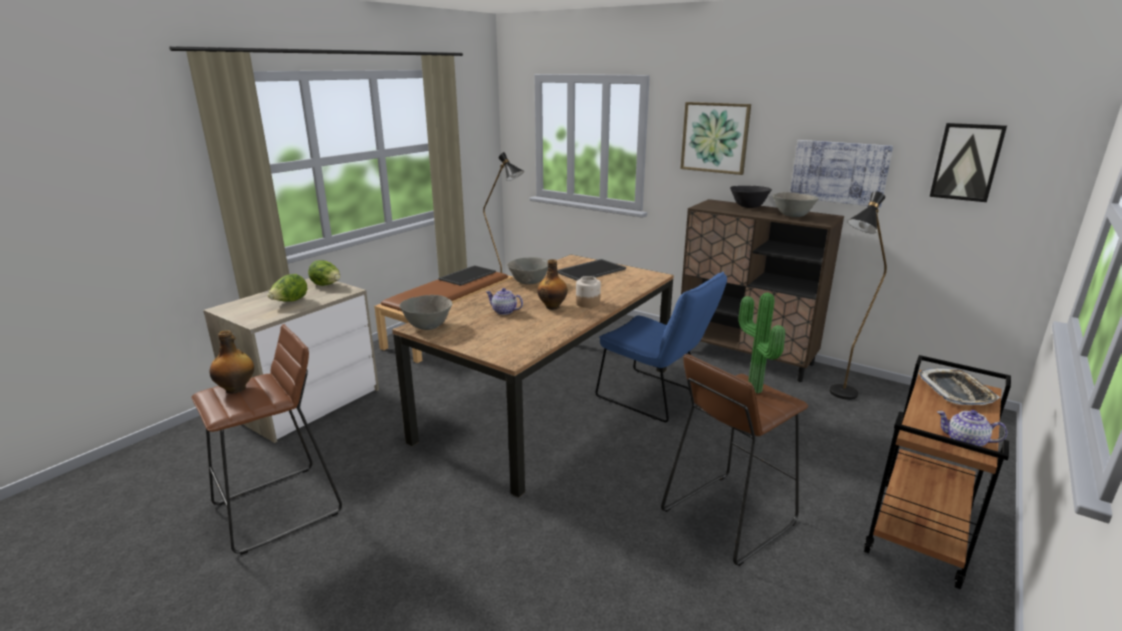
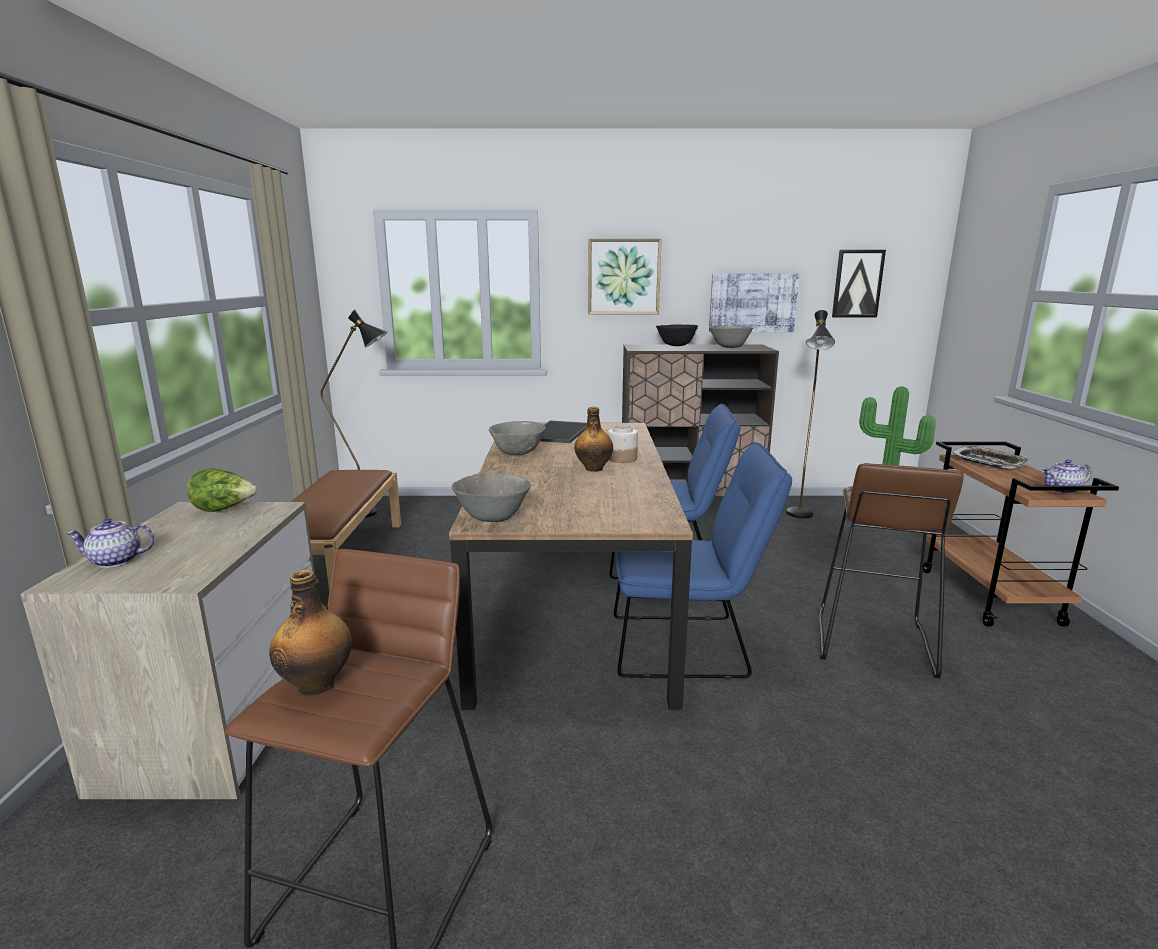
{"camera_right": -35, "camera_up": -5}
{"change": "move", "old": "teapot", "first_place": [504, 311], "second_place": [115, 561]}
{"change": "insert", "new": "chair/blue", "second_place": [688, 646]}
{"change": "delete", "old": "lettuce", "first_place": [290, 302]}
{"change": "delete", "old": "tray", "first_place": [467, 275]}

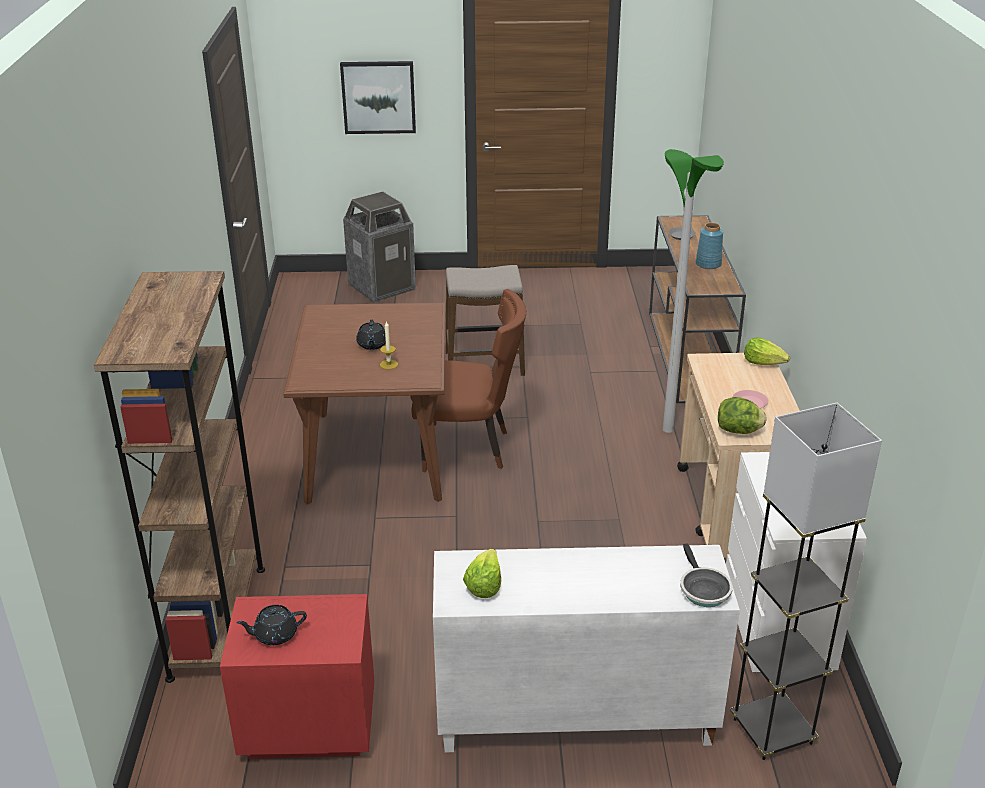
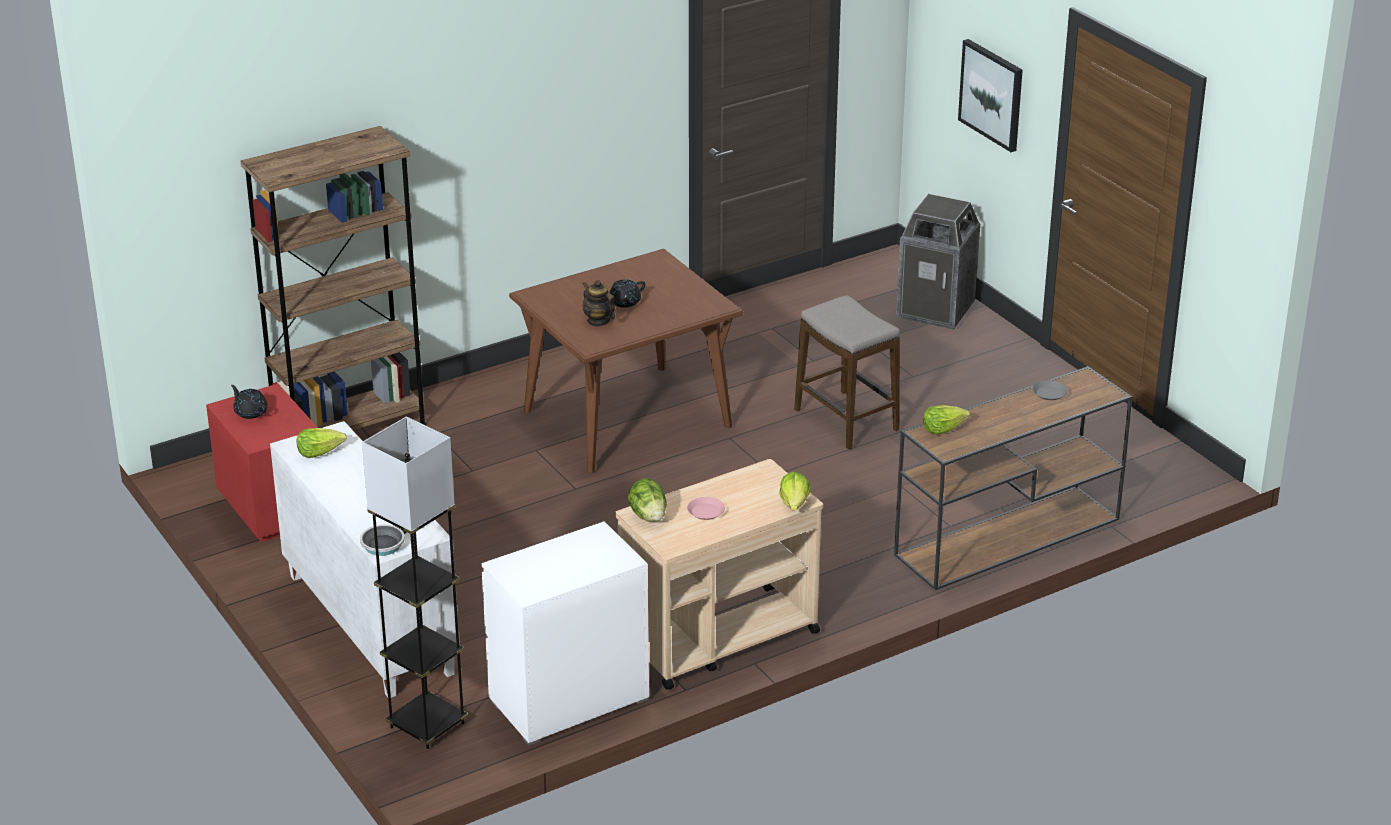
{"camera_right": 60, "camera_up": 0}
{"change": "replace", "old": "candle", "new": "teapot", "first_place": [389, 364], "second_place": [598, 321]}
{"change": "insert", "new": "lettuce", "second_place": [943, 429]}
{"change": "delete", "old": "chair/brown", "first_place": [469, 449]}
{"change": "delete", "old": "floor lamp", "first_place": [668, 429]}
{"change": "delete", "old": "vase/blue", "first_place": [708, 264]}

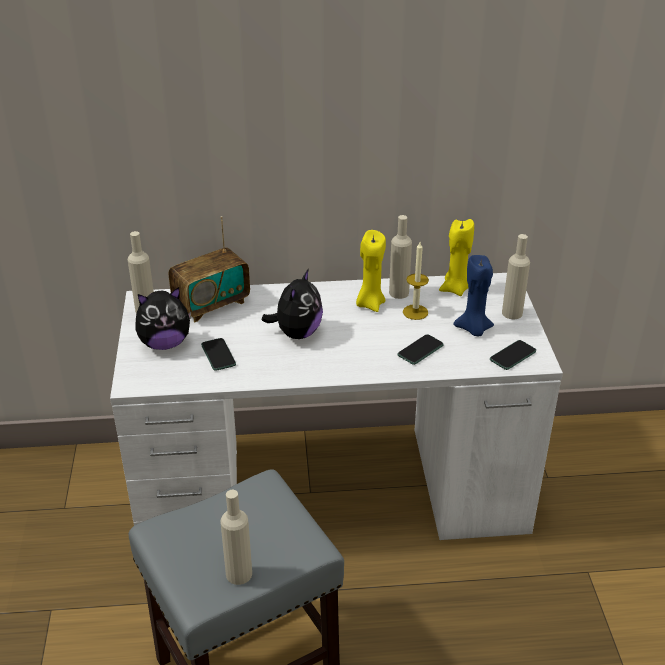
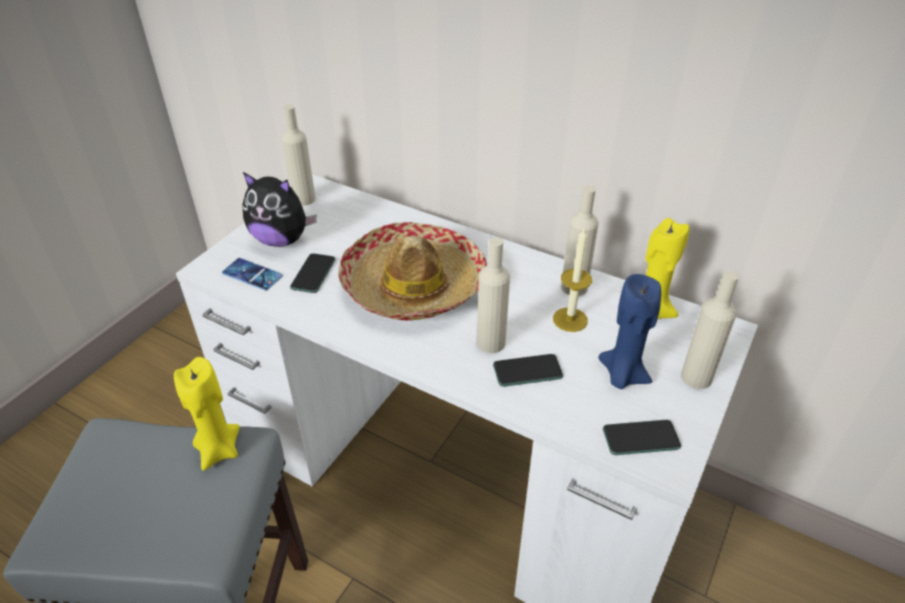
{"camera_right": 35, "camera_up": 5}
{"change": "move", "old": "candle/yellow", "first_place": [370, 304], "second_place": [219, 450]}
{"change": "insert", "new": "phone", "second_place": [252, 274]}
{"change": "replace", "old": "plush toy", "new": "hat", "first_place": [297, 333], "second_place": [414, 285]}
{"change": "move", "old": "bottle/beige", "first_place": [239, 574], "second_place": [491, 342]}
{"change": "delete", "old": "radio", "first_place": [211, 305]}

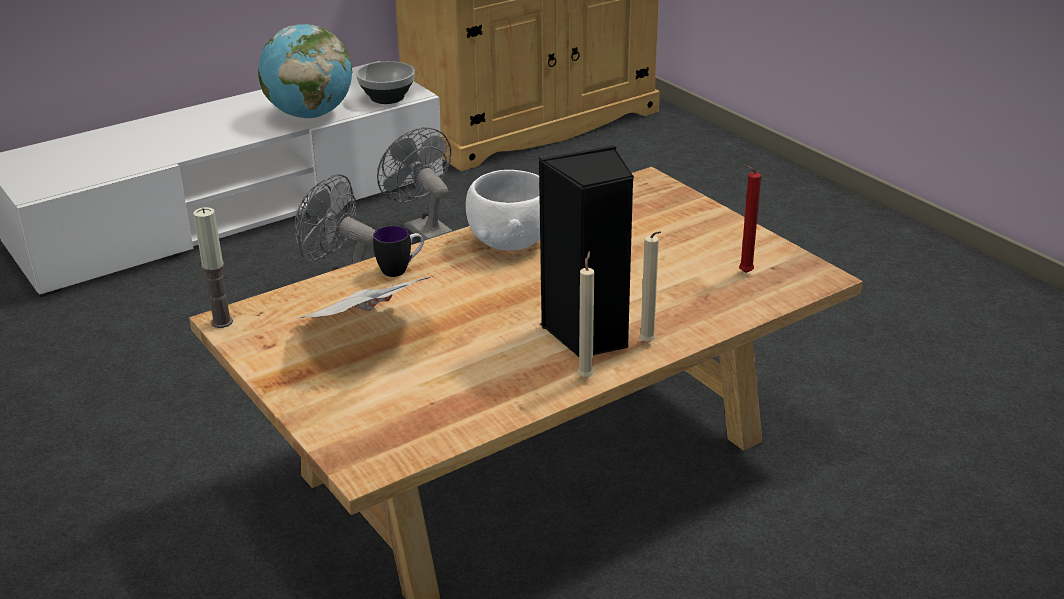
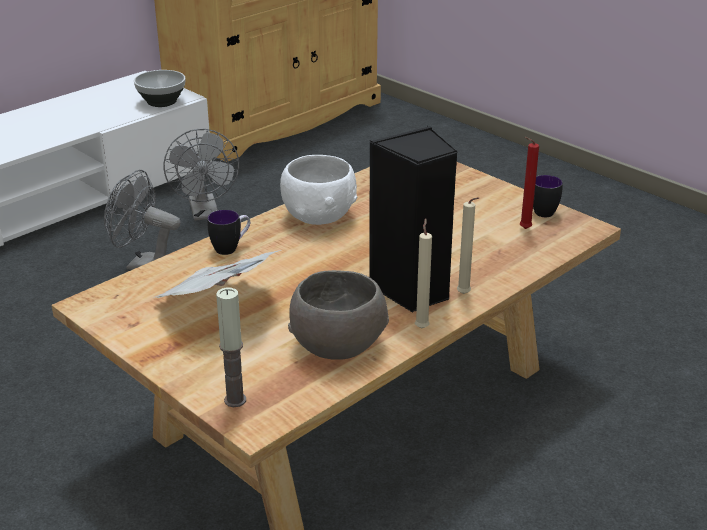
{"camera_right": -10, "camera_up": 0}
{"change": "rotate", "old": "fan/grey", "first_place": [423, 229], "second_place": [205, 213], "degrees": -150}
{"change": "move", "old": "candle", "first_place": [222, 322], "second_place": [235, 400]}
{"change": "insert", "new": "bowl/grey", "second_place": [338, 343]}
{"change": "insert", "new": "mug", "second_place": [541, 210]}
{"change": "delete", "old": "globe", "first_place": [310, 115]}

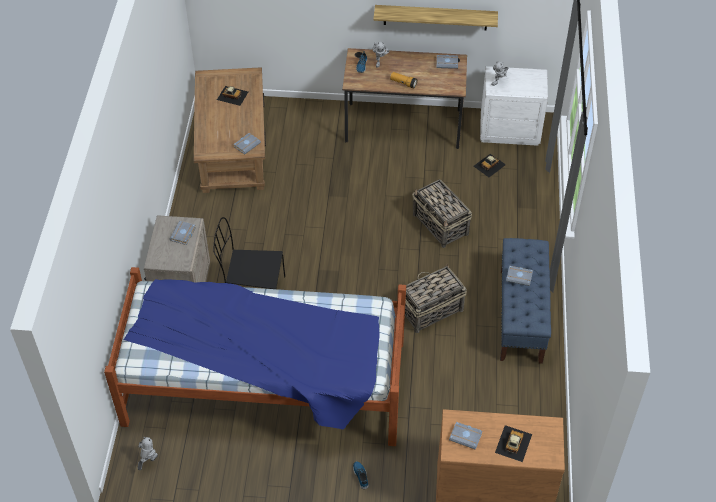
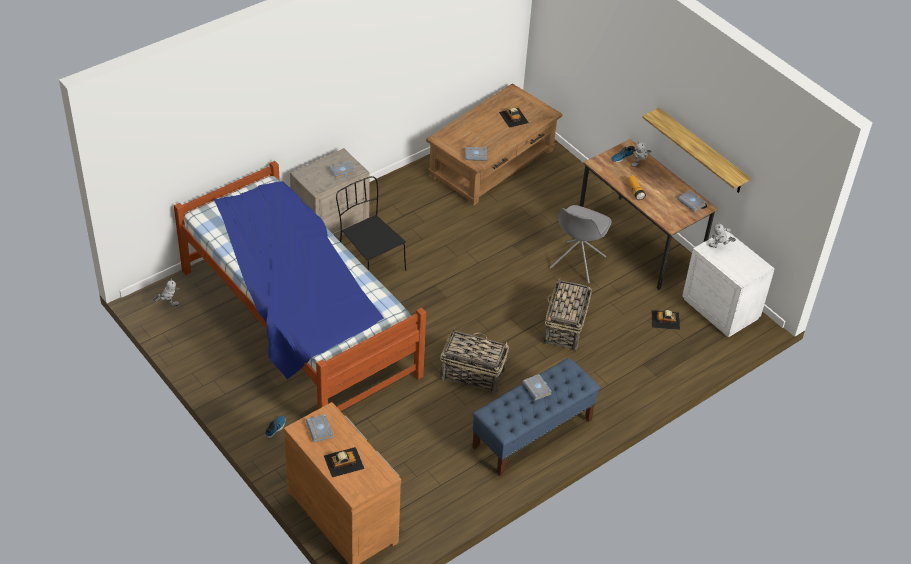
{"camera_right": 45, "camera_up": -5}
{"change": "insert", "new": "chair/grey", "second_place": [577, 263]}

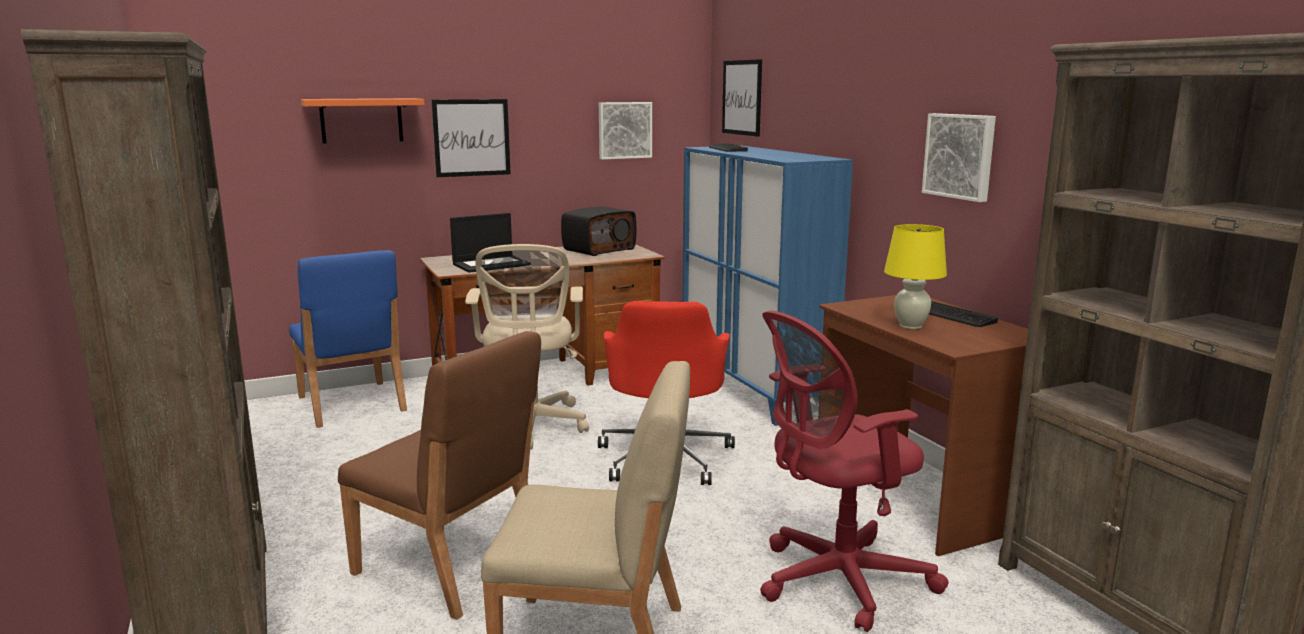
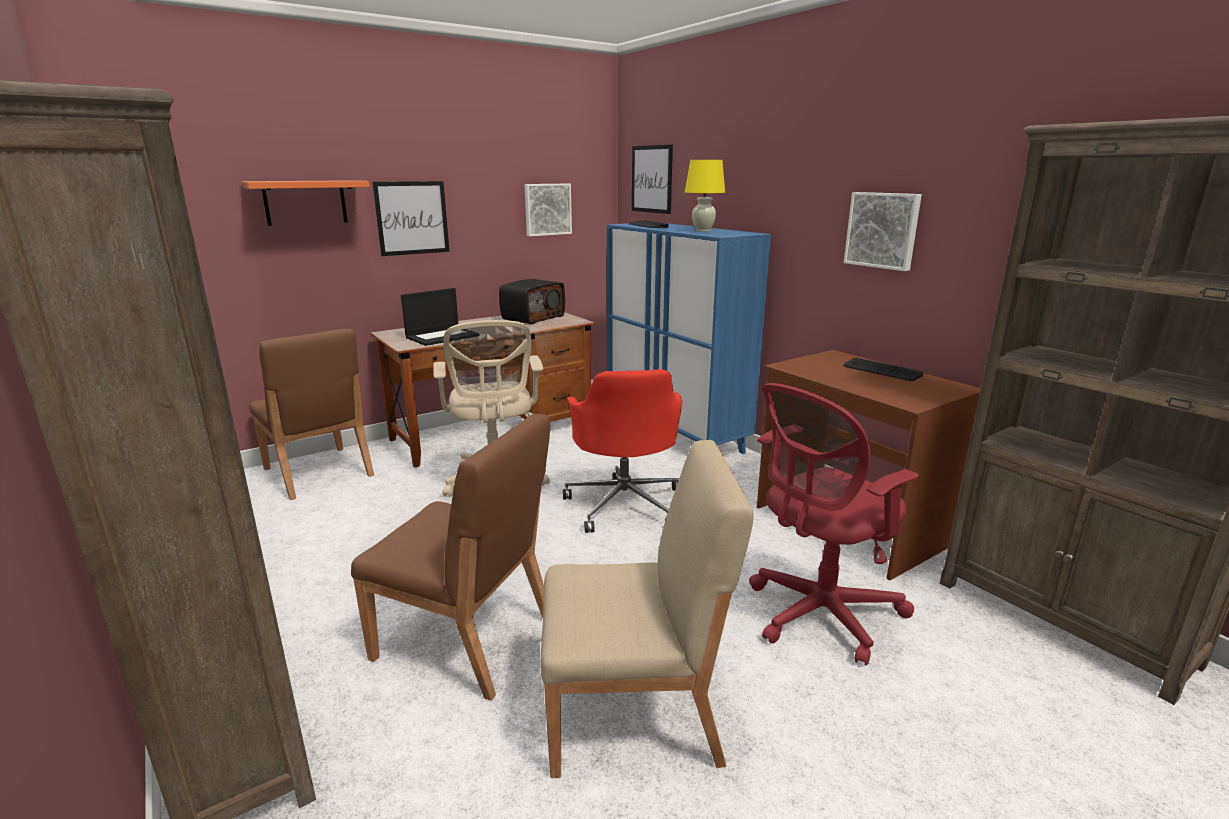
{"camera_right": -10, "camera_up": 5}
{"change": "recolor", "old": "chair/blue", "new": "chair/brown", "first_place": [351, 404], "second_place": [318, 473]}
{"change": "move", "old": "table lamp/yellow", "first_place": [910, 326], "second_place": [702, 230]}

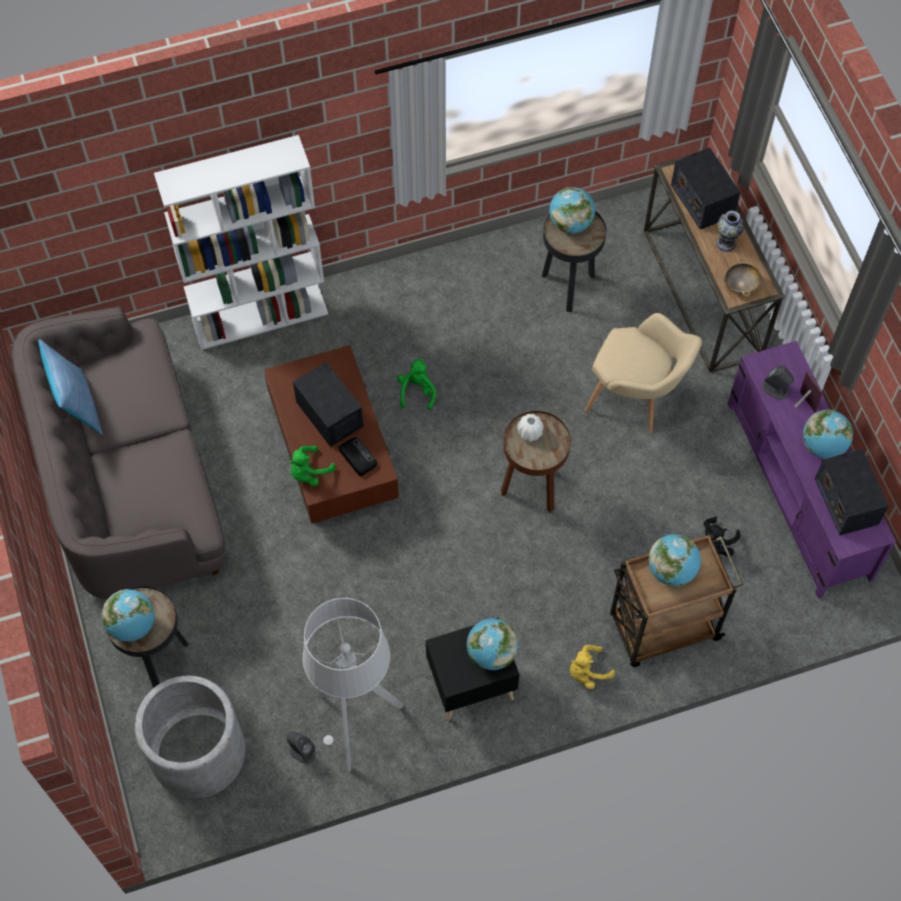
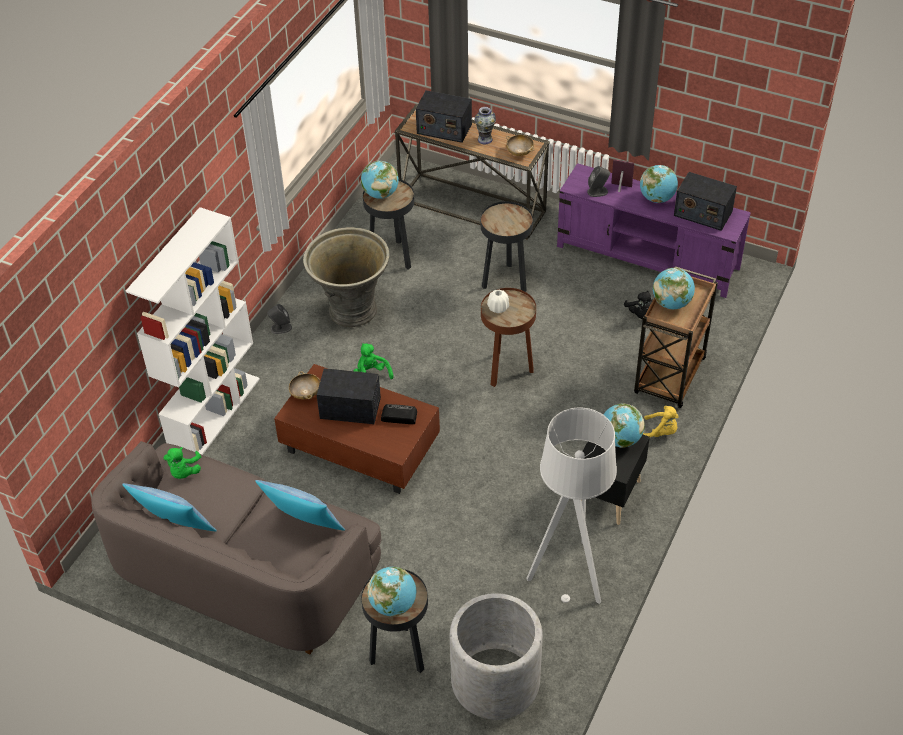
{"camera_right": -45, "camera_up": -15}
{"change": "move", "old": "plush toy/green", "first_place": [309, 473], "second_place": [184, 472]}
{"change": "insert", "new": "pillow", "second_place": [304, 528]}
{"change": "move", "old": "speaker/grey", "first_place": [302, 751], "second_place": [280, 328]}
{"change": "insert", "new": "bowl/beige", "second_place": [305, 393]}
{"change": "insert", "new": "planter/grey", "second_place": [351, 310]}
{"change": "replace", "old": "armchair/beige", "new": "side table/black", "first_place": [636, 400], "second_place": [506, 282]}
{"change": "rotate", "old": "plush toy/yellow", "first_place": [587, 672], "second_place": [660, 432], "degrees": -90}

